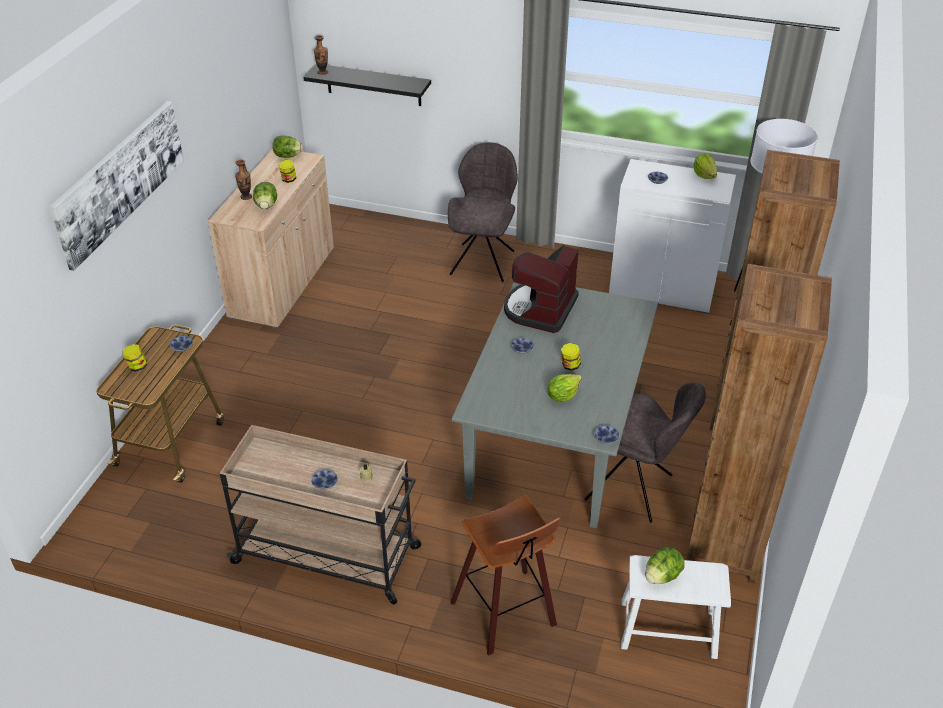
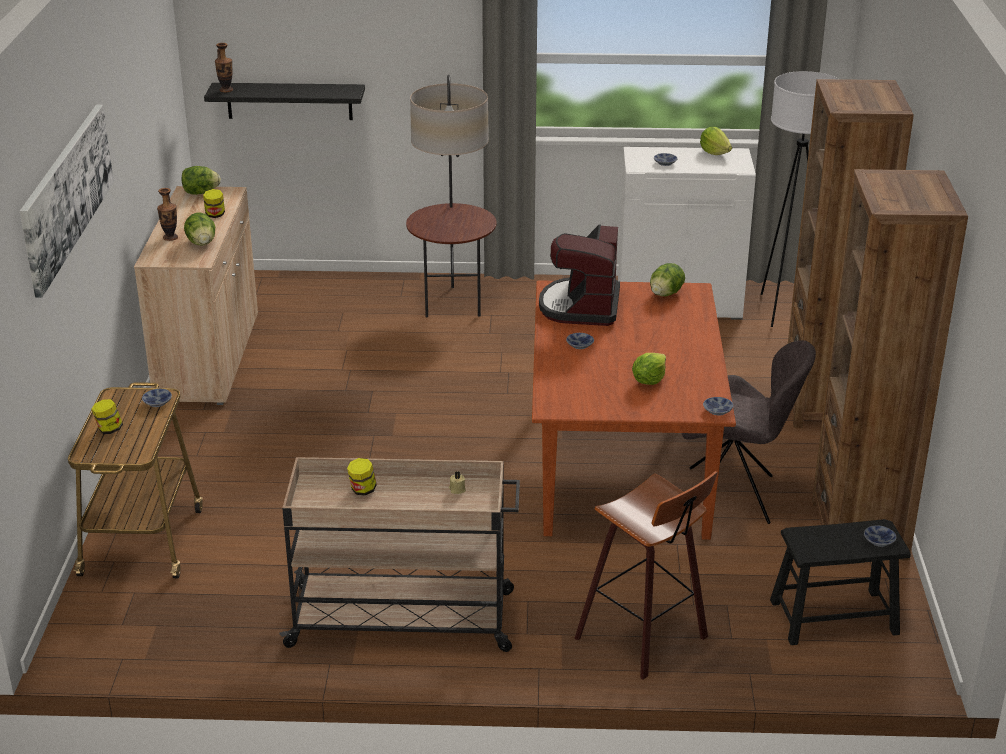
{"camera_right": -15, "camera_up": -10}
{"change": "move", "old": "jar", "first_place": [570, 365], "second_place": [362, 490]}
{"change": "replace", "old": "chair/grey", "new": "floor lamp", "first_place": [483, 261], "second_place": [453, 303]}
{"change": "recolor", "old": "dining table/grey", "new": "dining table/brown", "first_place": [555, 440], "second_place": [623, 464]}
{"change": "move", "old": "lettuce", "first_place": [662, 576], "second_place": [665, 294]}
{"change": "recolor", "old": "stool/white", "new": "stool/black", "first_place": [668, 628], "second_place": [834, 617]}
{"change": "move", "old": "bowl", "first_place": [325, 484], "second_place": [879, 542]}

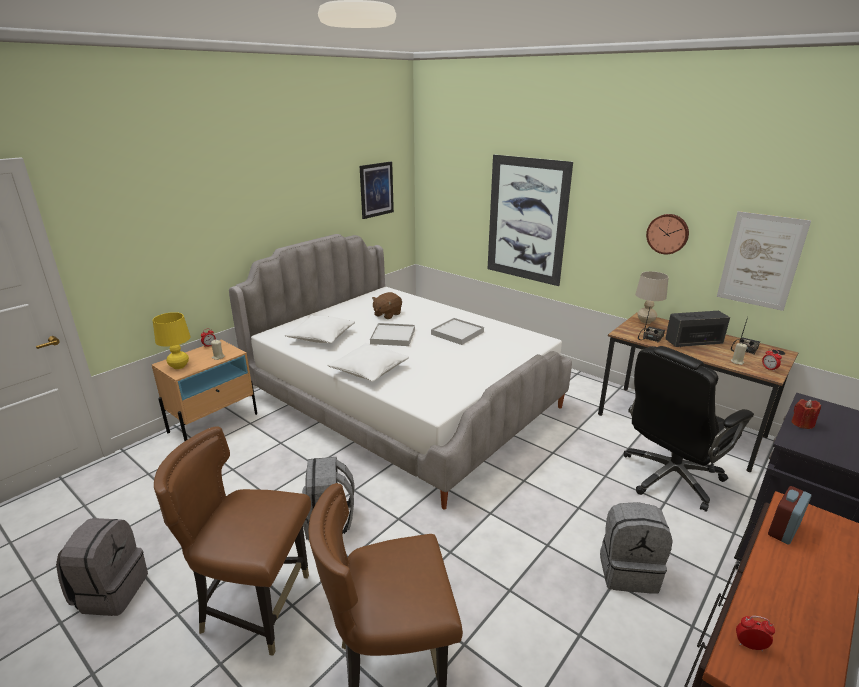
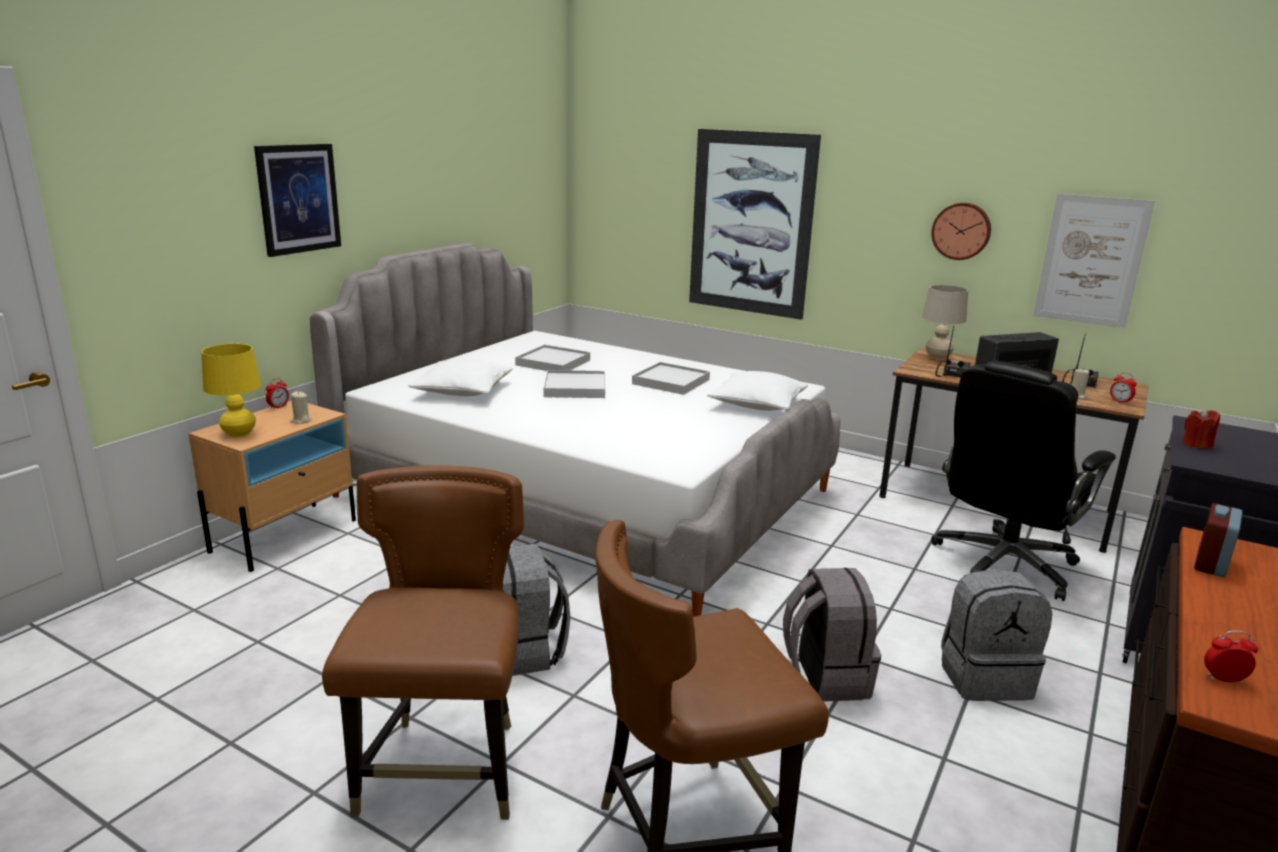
{"camera_right": -10, "camera_up": -5}
{"change": "move", "old": "picture", "first_place": [376, 189], "second_place": [298, 199]}
{"change": "rotate", "old": "chair/brown", "first_place": [256, 606], "second_place": [444, 770], "degrees": 90}
{"change": "replace", "old": "plush toy/brown", "new": "tray/white", "first_place": [387, 314], "second_place": [553, 362]}
{"change": "move", "old": "pillow/white", "first_place": [369, 370], "second_place": [757, 404]}
{"change": "move", "old": "backpack/grey", "first_place": [111, 591], "second_place": [825, 677]}

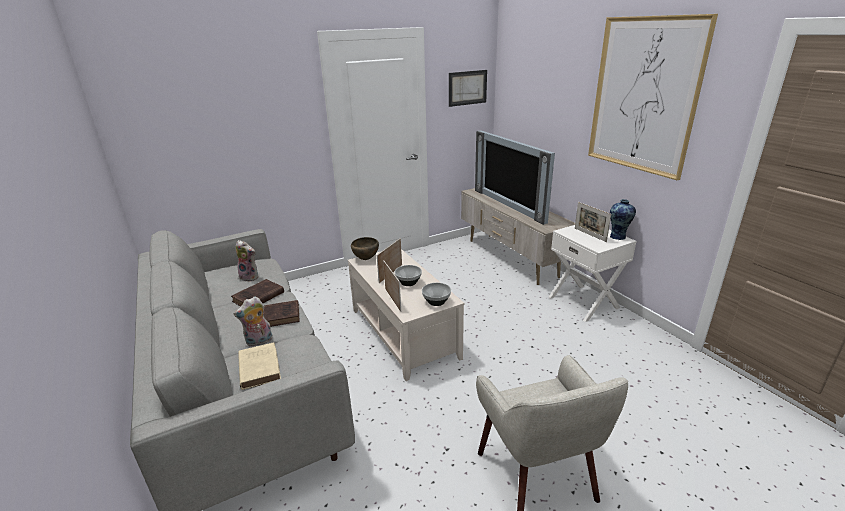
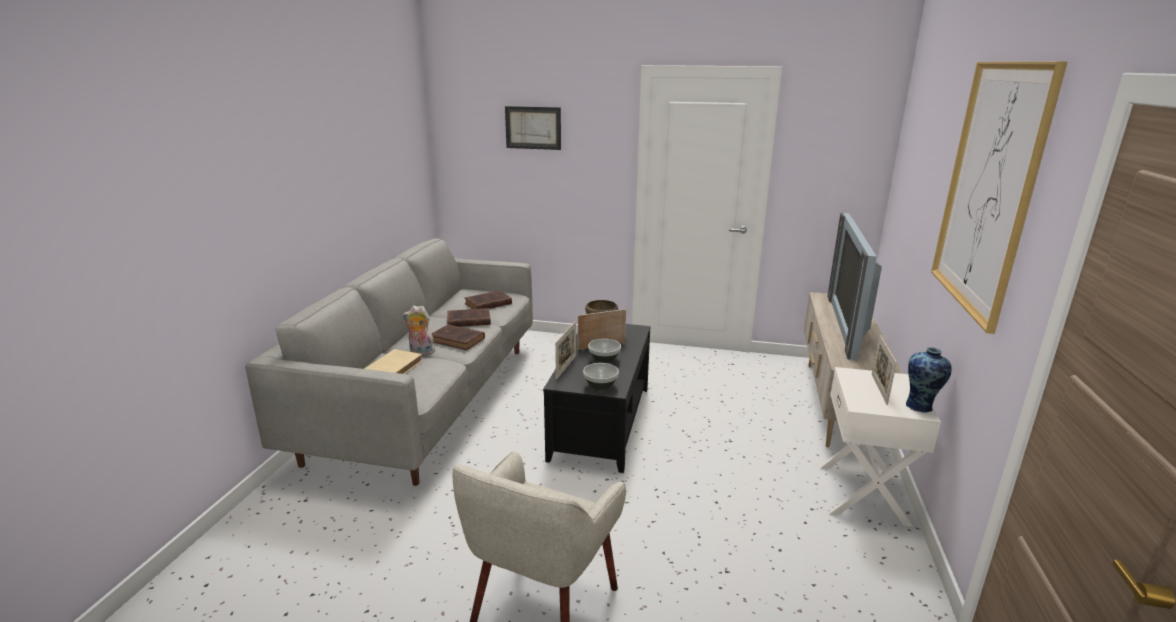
{"camera_right": 40, "camera_up": -5}
{"change": "replace", "old": "plush toy", "new": "book/brown", "first_place": [250, 277], "second_place": [487, 304]}
{"change": "move", "old": "picture", "first_place": [467, 88], "second_place": [533, 128]}
{"change": "recolor", "old": "coffee table/beige", "new": "coffee table/black", "first_place": [403, 333], "second_place": [601, 421]}

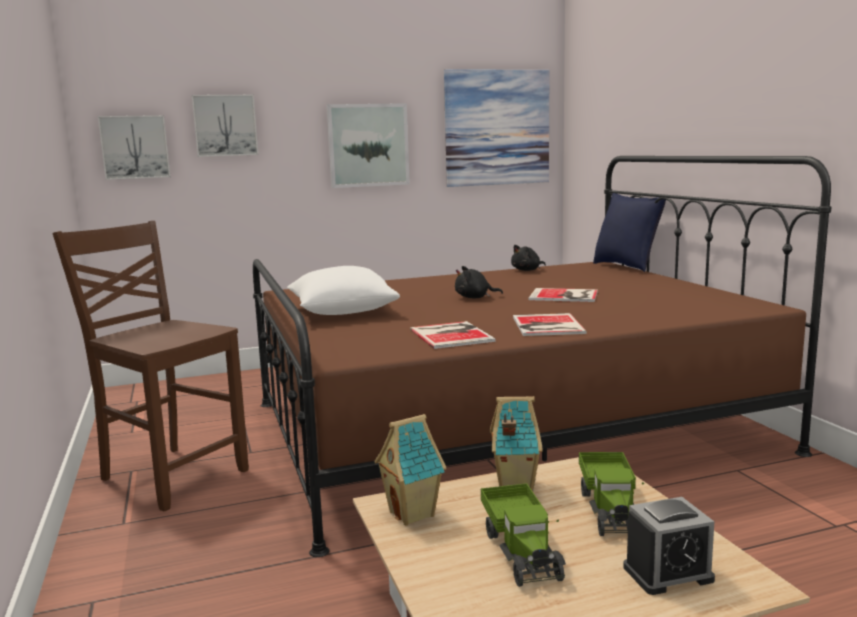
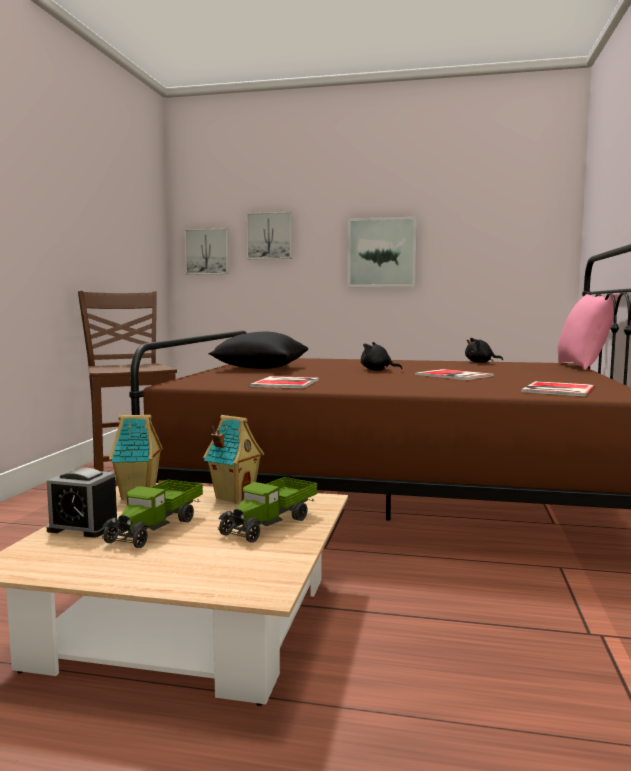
{"camera_right": 30, "camera_up": -5}
{"change": "move", "old": "alarm clock", "first_place": [668, 573], "second_place": [84, 527]}
{"change": "recolor", "old": "pillow/white", "new": "pillow/black", "first_place": [342, 312], "second_place": [260, 368]}
{"change": "move", "old": "book", "first_place": [546, 326], "second_place": [556, 389]}
{"change": "recolor", "old": "pillow/blue", "new": "pillow/pink", "first_place": [626, 266], "second_place": [583, 367]}
{"change": "delete", "old": "picture", "first_place": [497, 128]}

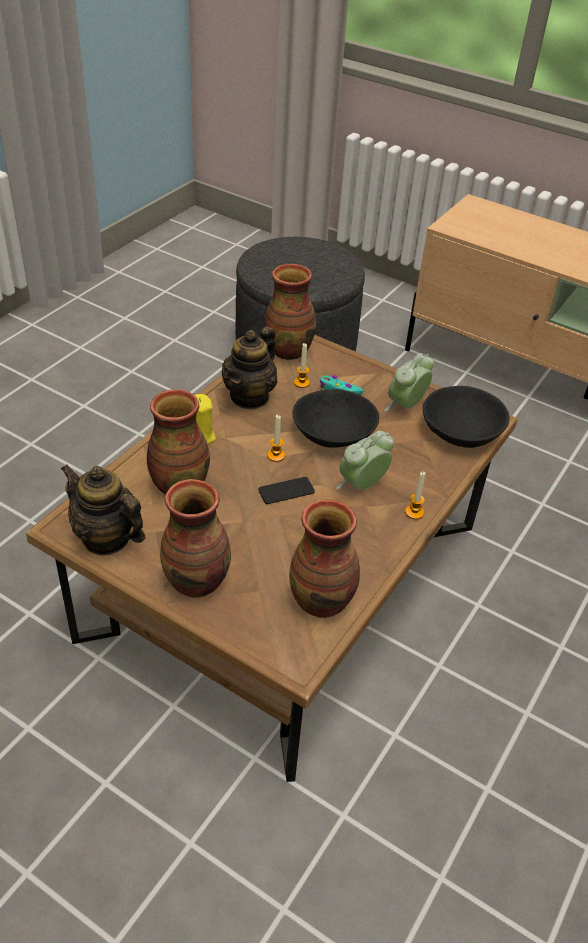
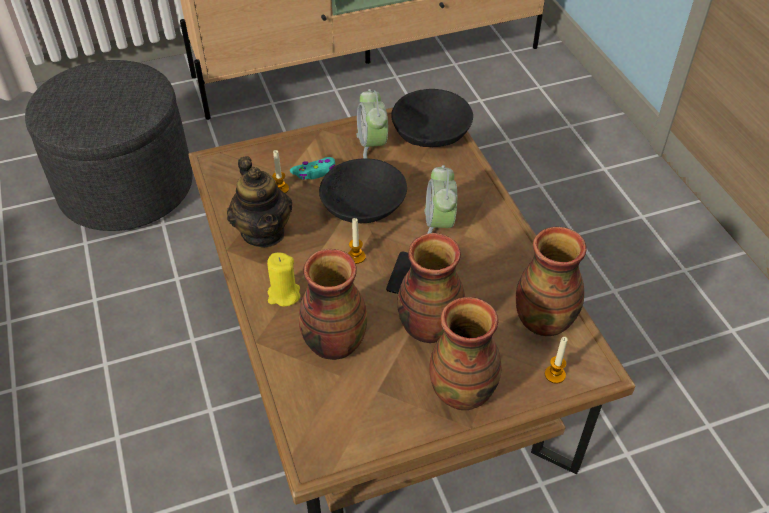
{"camera_right": -50, "camera_up": 5}
{"change": "move", "old": "vase", "first_place": [288, 350], "second_place": [428, 327]}
{"change": "move", "old": "candle", "first_place": [414, 512], "second_place": [555, 375]}
{"change": "delete", "old": "teapot", "first_place": [106, 538]}

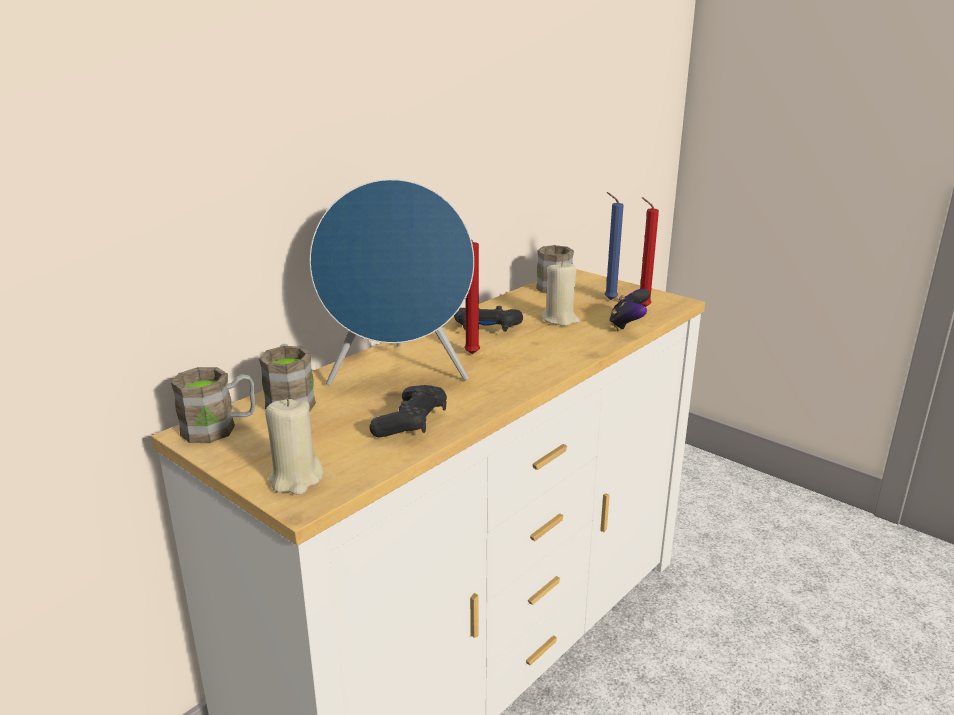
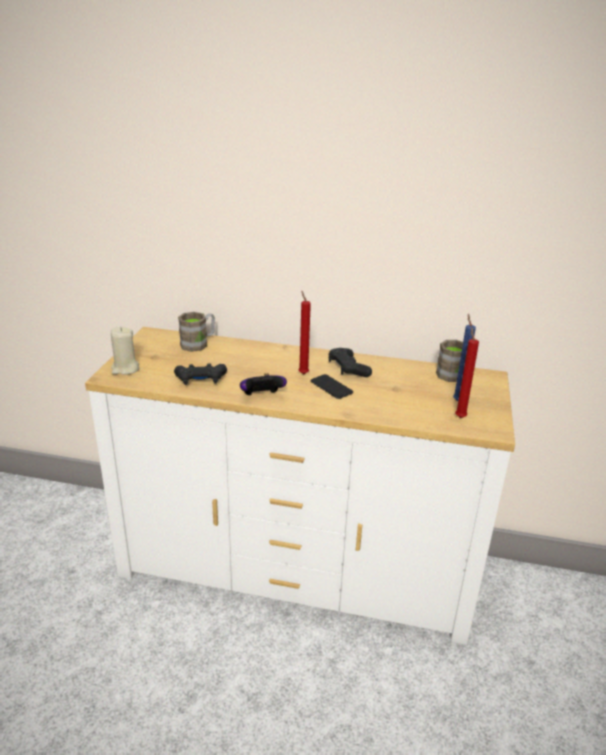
{"camera_right": 60, "camera_up": 5}
{"change": "move", "old": "game controller", "first_place": [627, 326], "second_place": [262, 397]}
{"change": "insert", "new": "phone", "second_place": [331, 387]}
{"change": "delete", "old": "mug/brown", "first_place": [220, 428]}
{"change": "delete", "old": "speaker/blue", "first_place": [398, 376]}
{"change": "delete", "old": "candle/beige", "first_place": [560, 319]}

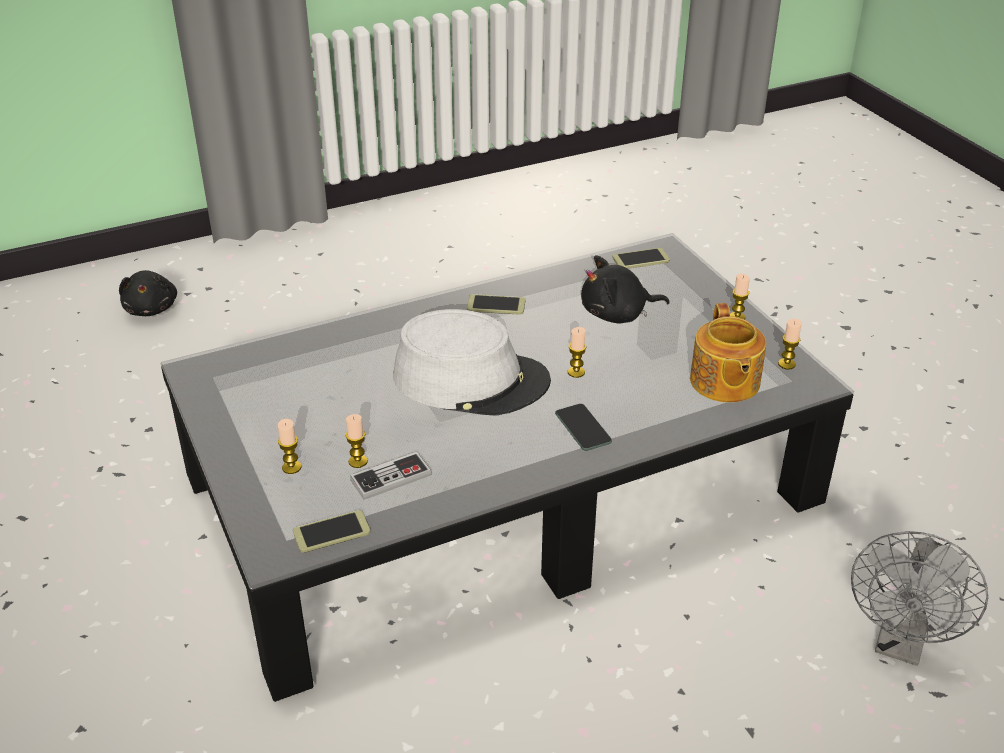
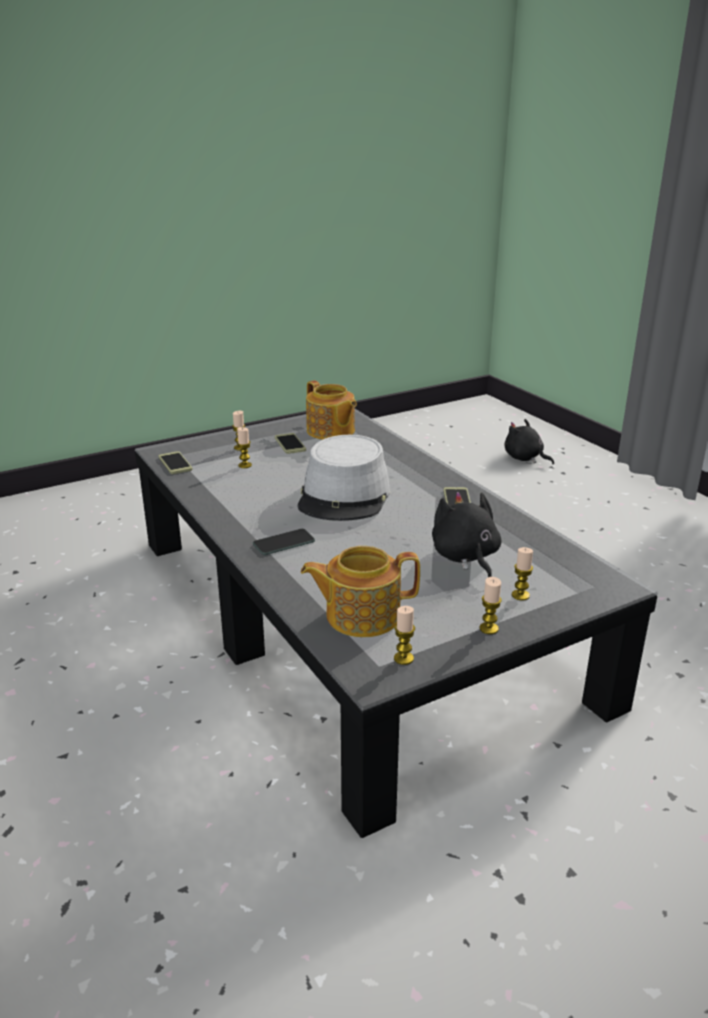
{"camera_right": 85, "camera_up": -10}
{"change": "move", "old": "phone", "first_place": [640, 259], "second_place": [290, 444]}
{"change": "insert", "new": "teapot", "second_place": [330, 431]}
{"change": "rotate", "old": "plush toy/black", "first_place": [151, 308], "second_place": [525, 458], "degrees": 60}
{"change": "move", "old": "candle", "first_place": [576, 372], "second_place": [520, 595]}
{"change": "delete", "old": "game controller", "first_place": [391, 478]}
{"change": "delete", "old": "fan/grey", "first_place": [901, 644]}

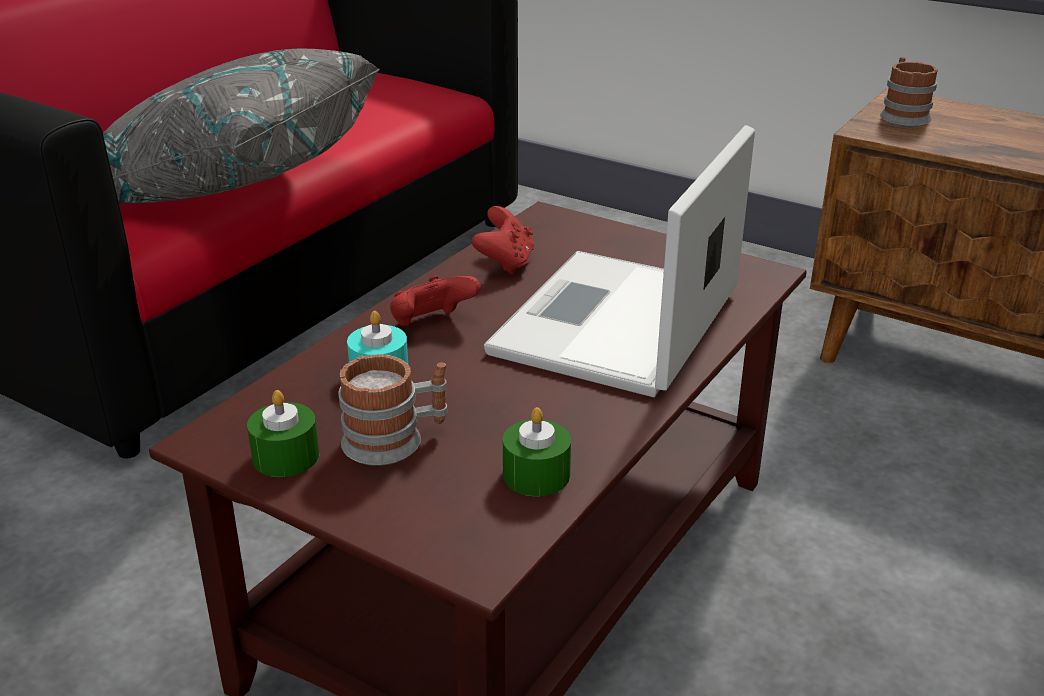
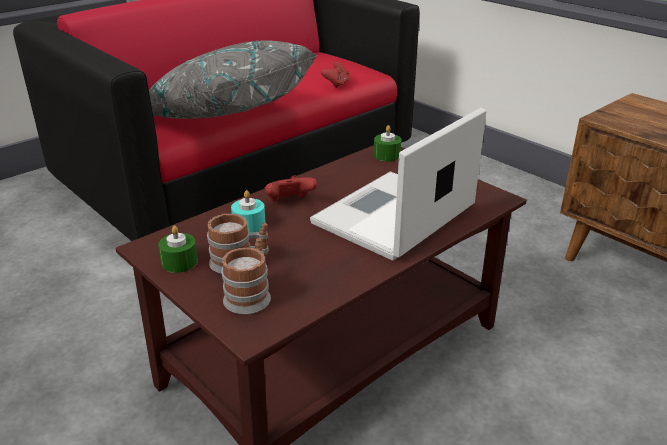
{"camera_right": 15, "camera_up": 0}
{"change": "move", "old": "mug", "first_place": [902, 116], "second_place": [250, 295]}
{"change": "move", "old": "game controller/red", "first_place": [505, 263], "second_place": [336, 84]}
{"change": "move", "old": "candle/green", "first_place": [536, 475], "second_place": [387, 155]}

